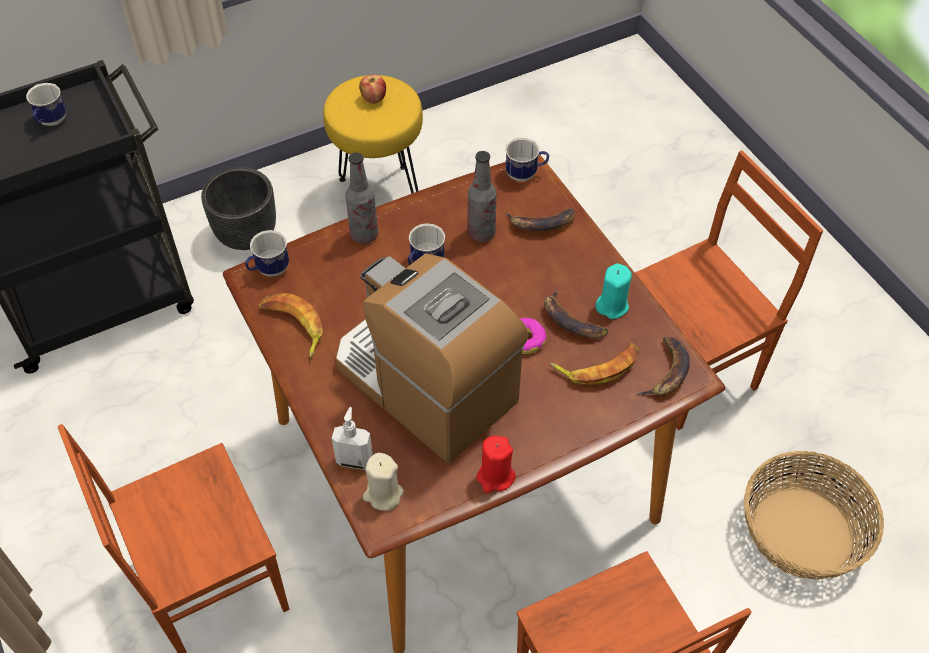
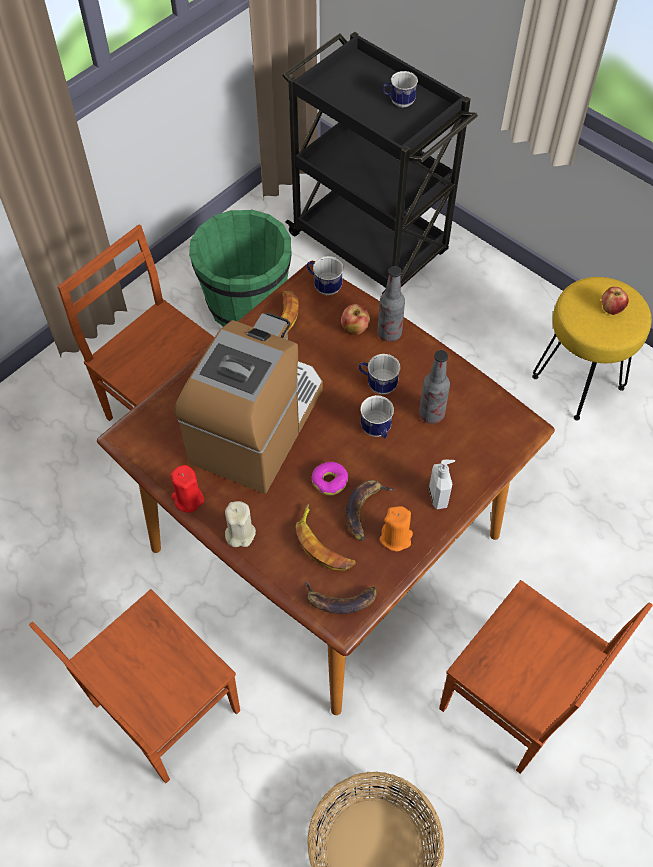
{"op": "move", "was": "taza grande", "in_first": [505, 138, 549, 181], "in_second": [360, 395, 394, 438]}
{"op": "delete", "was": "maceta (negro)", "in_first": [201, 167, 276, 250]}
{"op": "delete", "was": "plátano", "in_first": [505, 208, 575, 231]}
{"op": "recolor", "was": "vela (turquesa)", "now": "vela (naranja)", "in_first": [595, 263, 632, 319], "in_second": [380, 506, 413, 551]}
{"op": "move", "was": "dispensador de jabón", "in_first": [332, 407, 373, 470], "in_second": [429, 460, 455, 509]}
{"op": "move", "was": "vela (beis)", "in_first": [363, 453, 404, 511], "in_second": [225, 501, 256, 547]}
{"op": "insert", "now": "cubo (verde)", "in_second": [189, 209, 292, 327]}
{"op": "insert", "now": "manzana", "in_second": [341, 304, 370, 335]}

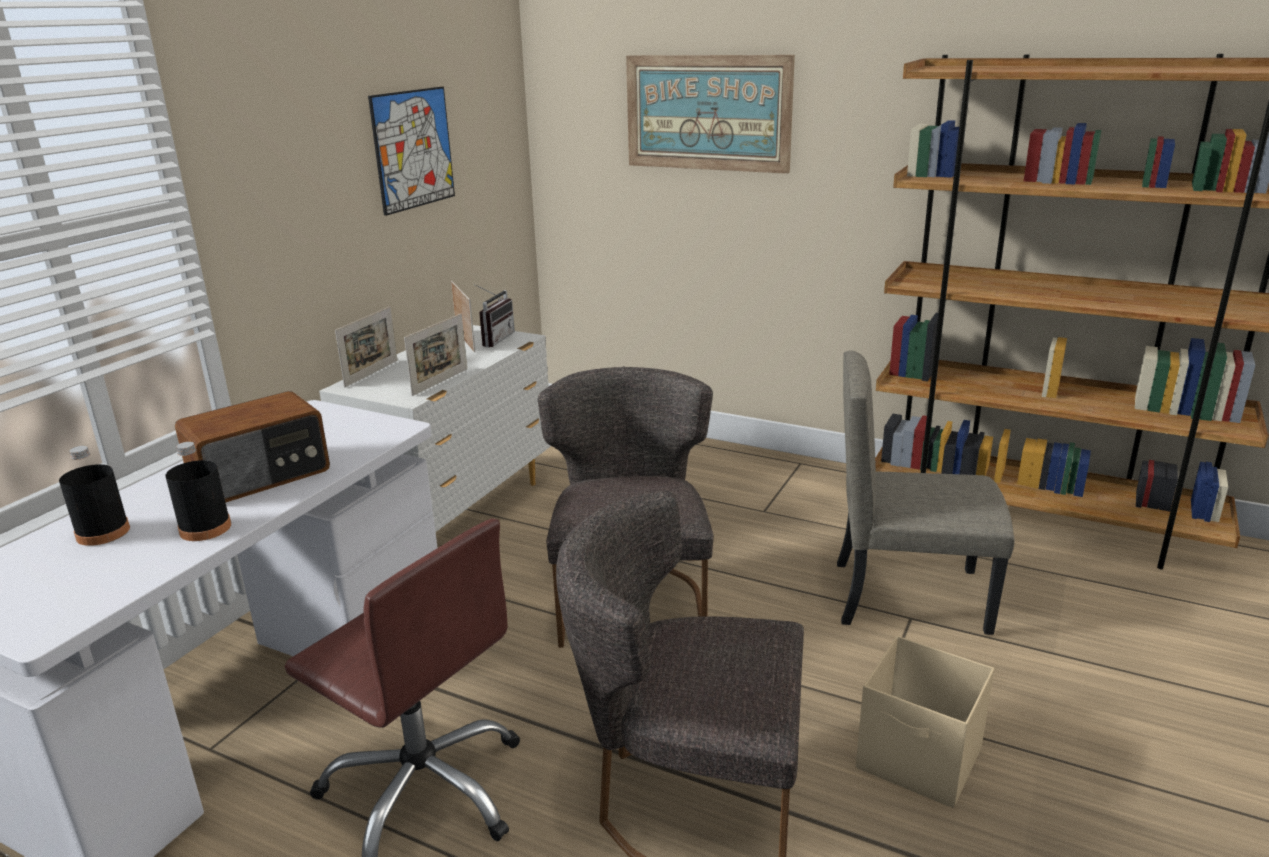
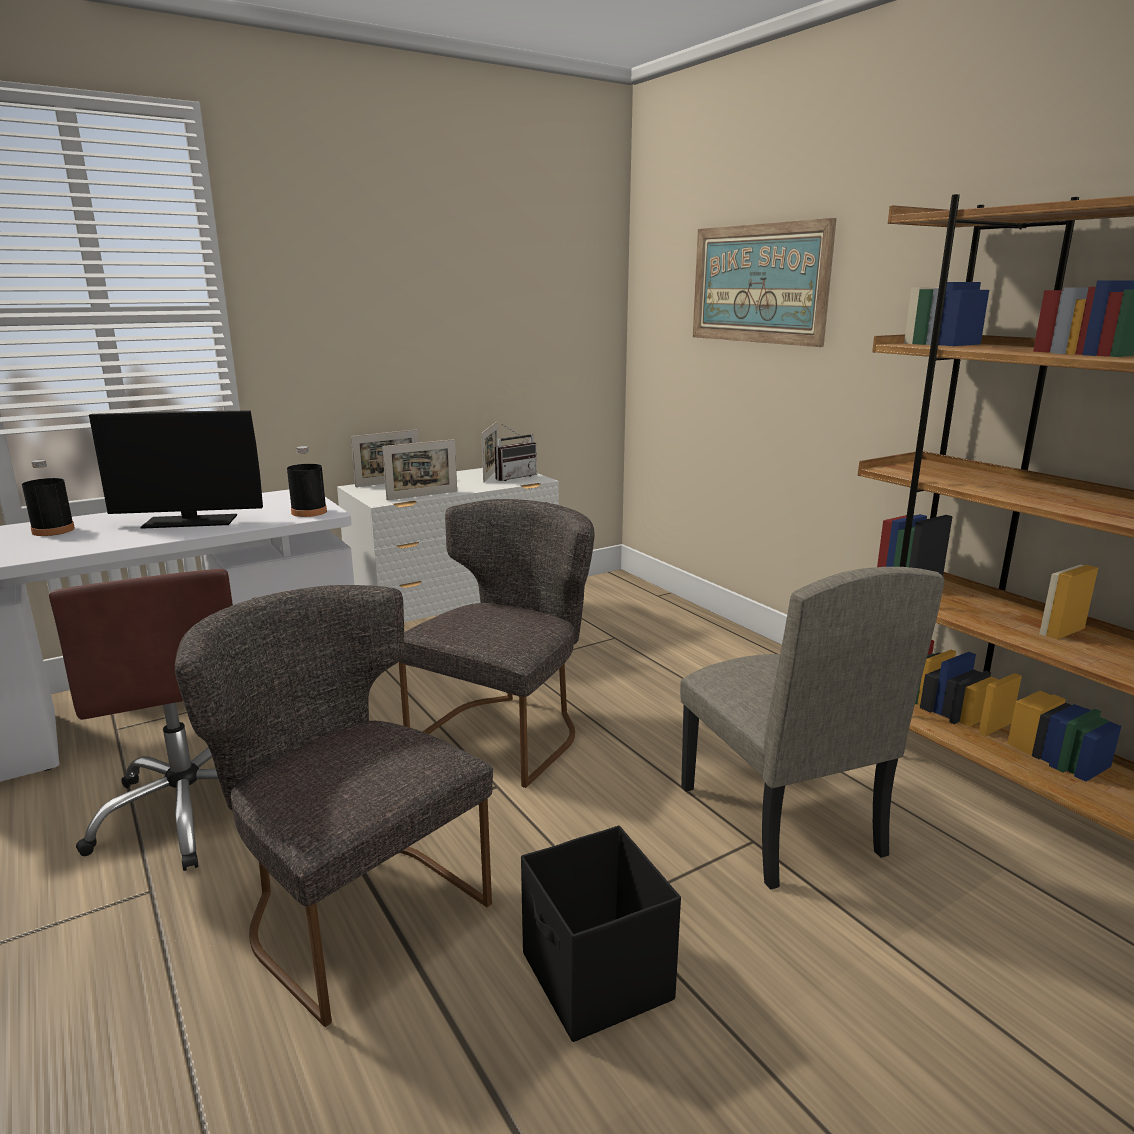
{"op": "delete", "was": "cuadro", "in_first": [368, 87, 455, 216]}
{"op": "rotate", "was": "silla (beis)", "in_first": [837, 350, 1015, 635], "in_second": [680, 567, 945, 890], "clockwise": -150}
{"op": "replace", "was": "radio", "now": "monitor", "in_first": [175, 391, 330, 502], "in_second": [89, 411, 263, 529]}
{"op": "move", "was": "botella (negro)", "in_first": [166, 442, 231, 541], "in_second": [287, 446, 327, 517]}
{"op": "recolor", "was": "caja de almacenaje (beis)", "now": "caja de almacenaje (negro)", "in_first": [856, 636, 995, 808], "in_second": [521, 825, 681, 1042]}

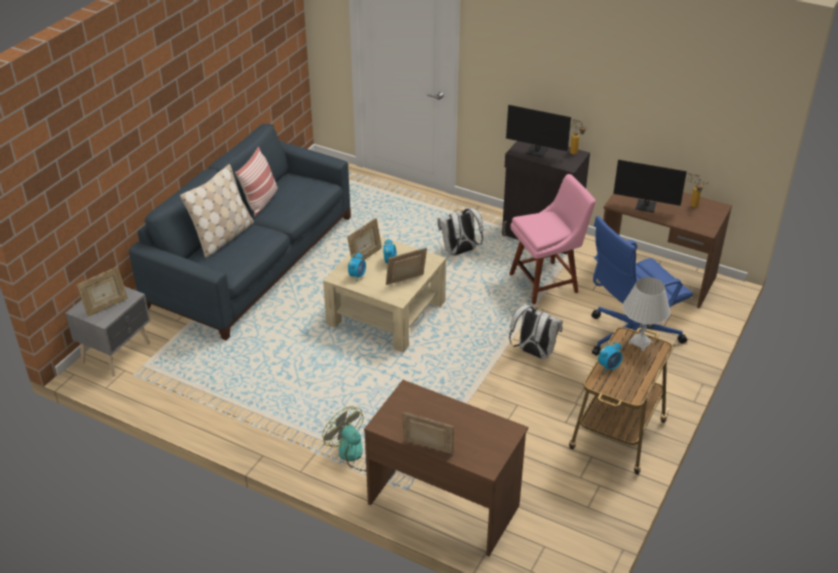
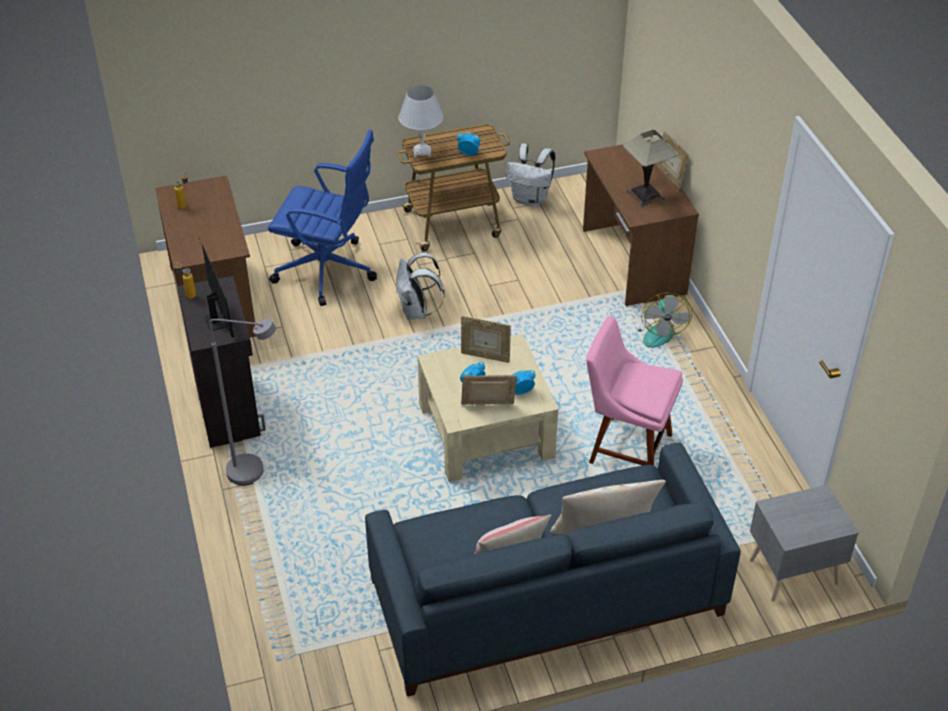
{"op": "delete", "was": "monitor", "in_first": [613, 160, 708, 213]}
{"op": "move", "was": "silla (rosa)", "in_first": [509, 174, 596, 304], "in_second": [586, 316, 683, 465]}
{"op": "move", "was": "mochila (blanco)", "in_first": [438, 208, 483, 256], "in_second": [506, 143, 555, 207]}
{"op": "delete", "was": "portarretratos", "in_first": [77, 267, 128, 317]}
{"op": "insert", "now": "lámpara de mesa", "in_second": [623, 130, 678, 207]}
{"op": "insert", "now": "lámpara de pie (gris)", "in_second": [209, 319, 276, 485]}

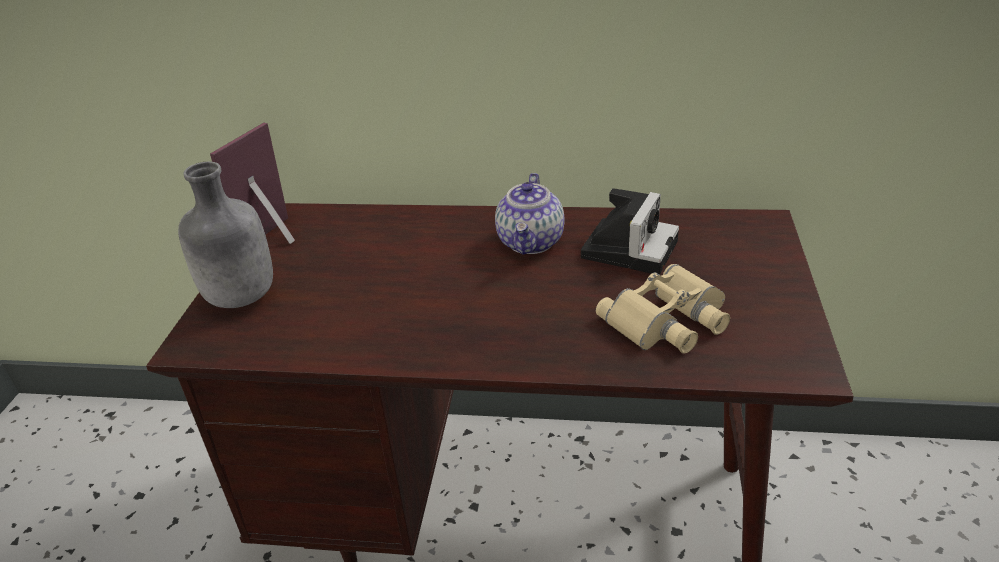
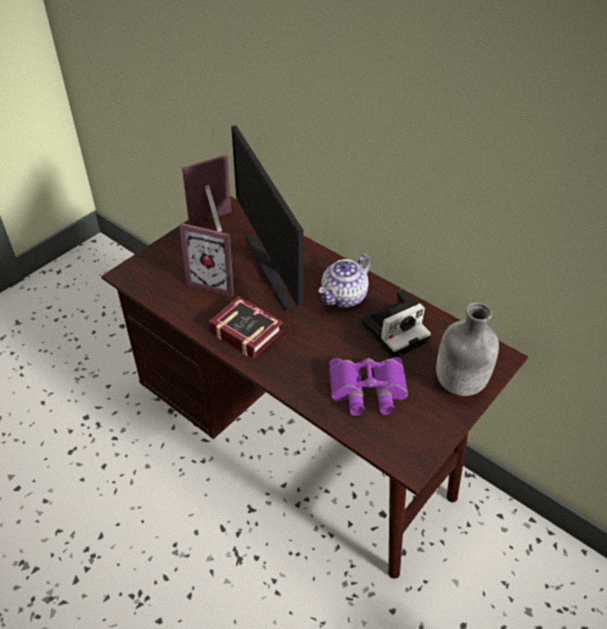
{"op": "move", "was": "botella (gris)", "in_first": [178, 161, 273, 308], "in_second": [436, 303, 499, 396]}
{"op": "recolor", "was": "prismáticos (beis)", "now": "prismáticos (morado)", "in_first": [596, 264, 730, 354], "in_second": [329, 357, 408, 415]}
{"op": "insert", "now": "monitor", "in_second": [231, 125, 303, 311]}
{"op": "insert", "now": "portarretratos", "in_second": [179, 223, 234, 297]}
{"op": "insert", "now": "libro", "in_second": [209, 296, 283, 359]}

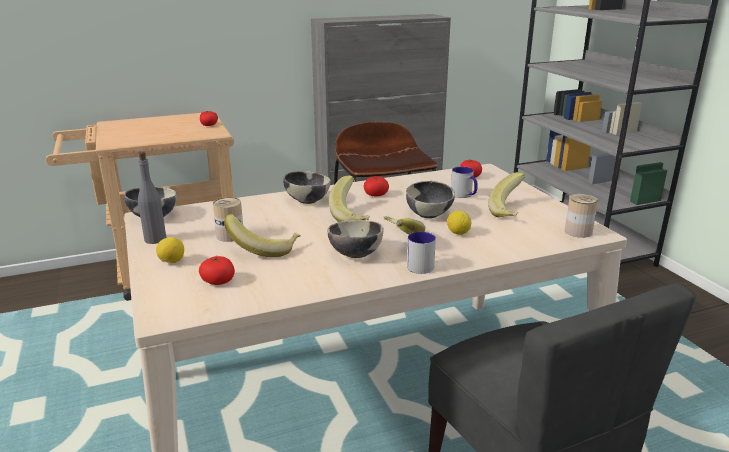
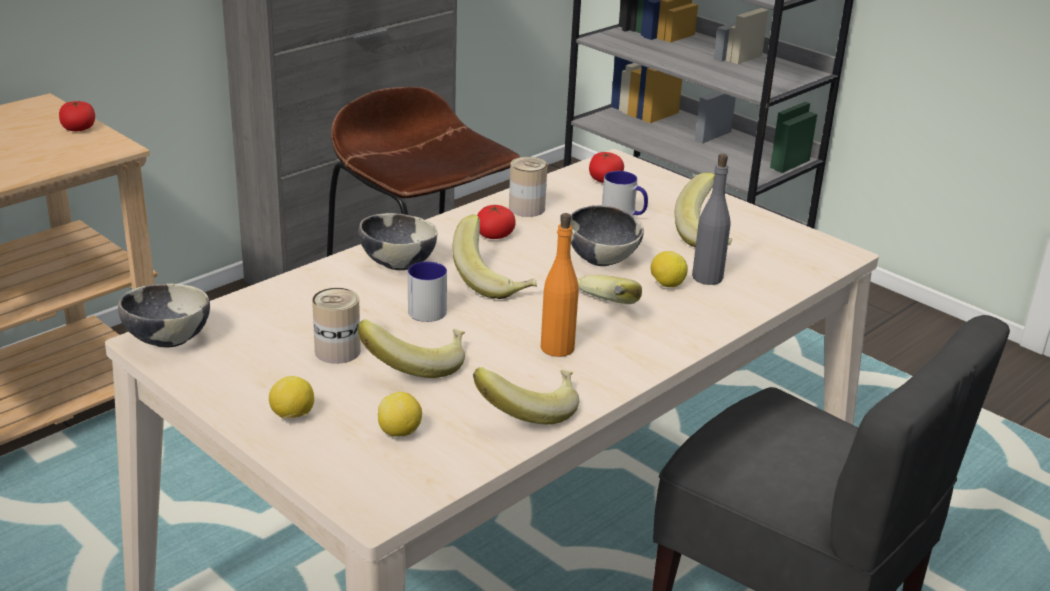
{"op": "move", "was": "botella (gris)", "in_first": [138, 151, 166, 244], "in_second": [692, 154, 730, 285]}
{"op": "move", "was": "lata", "in_first": [565, 194, 598, 238], "in_second": [509, 157, 548, 217]}
{"op": "replace", "was": "cuenco", "now": "botella (naranja)", "in_first": [327, 220, 383, 258], "in_second": [541, 213, 579, 357]}
{"op": "move", "was": "taza grande", "in_first": [407, 232, 436, 274], "in_second": [408, 262, 447, 322]}
{"op": "replace", "was": "tomate", "now": "limón", "in_first": [199, 256, 235, 285], "in_second": [378, 392, 422, 437]}
{"op": "insert", "now": "plátano", "in_second": [473, 367, 579, 425]}

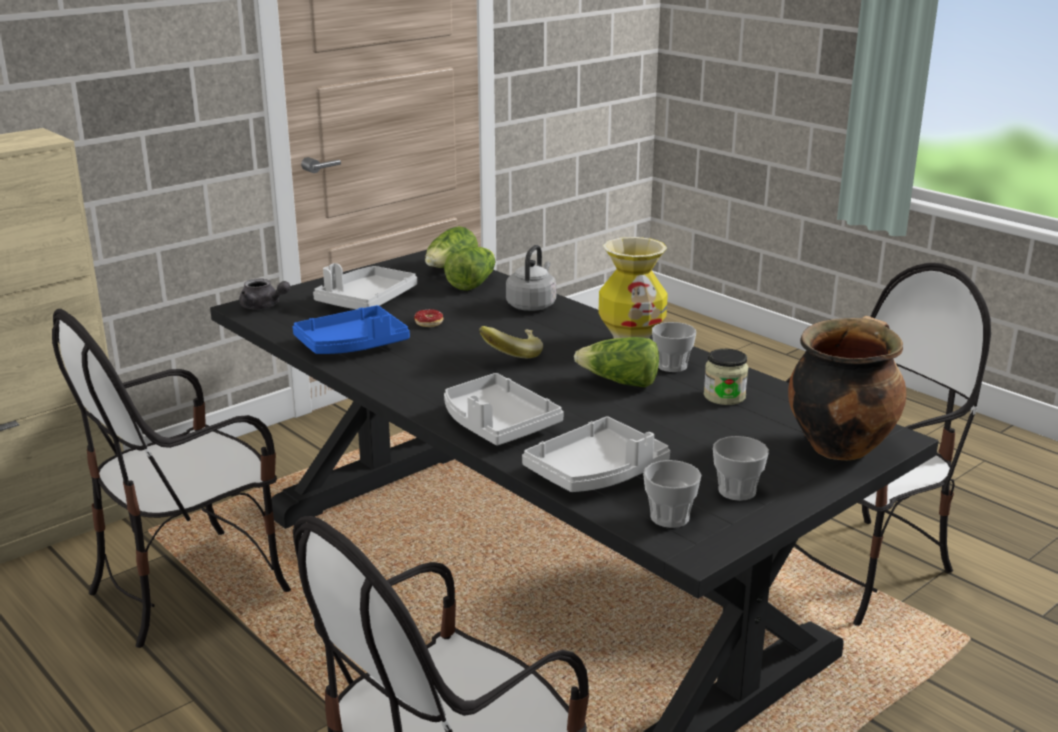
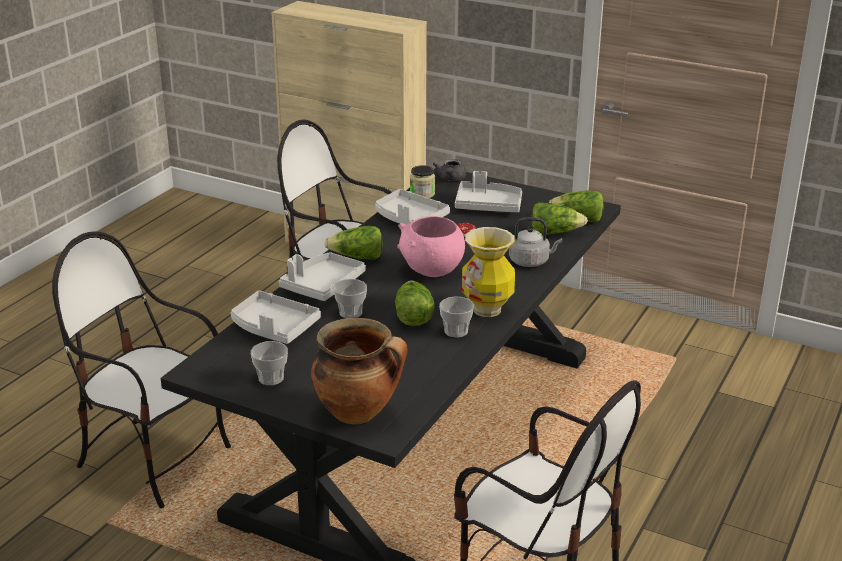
{"op": "recolor", "was": "bandeja (azul)", "now": "bandeja (gris)", "in_first": [293, 305, 410, 354], "in_second": [375, 189, 450, 225]}
{"op": "replace", "was": "plátano", "now": "cuenco (rosa)", "in_first": [479, 326, 543, 358], "in_second": [397, 216, 465, 277]}
{"op": "move", "was": "tarro", "in_first": [704, 349, 748, 405], "in_second": [410, 165, 435, 198]}
{"op": "move", "was": "taza", "in_first": [643, 460, 701, 528], "in_second": [333, 279, 367, 318]}
{"op": "insert", "now": "lechuga", "in_second": [324, 226, 383, 260]}

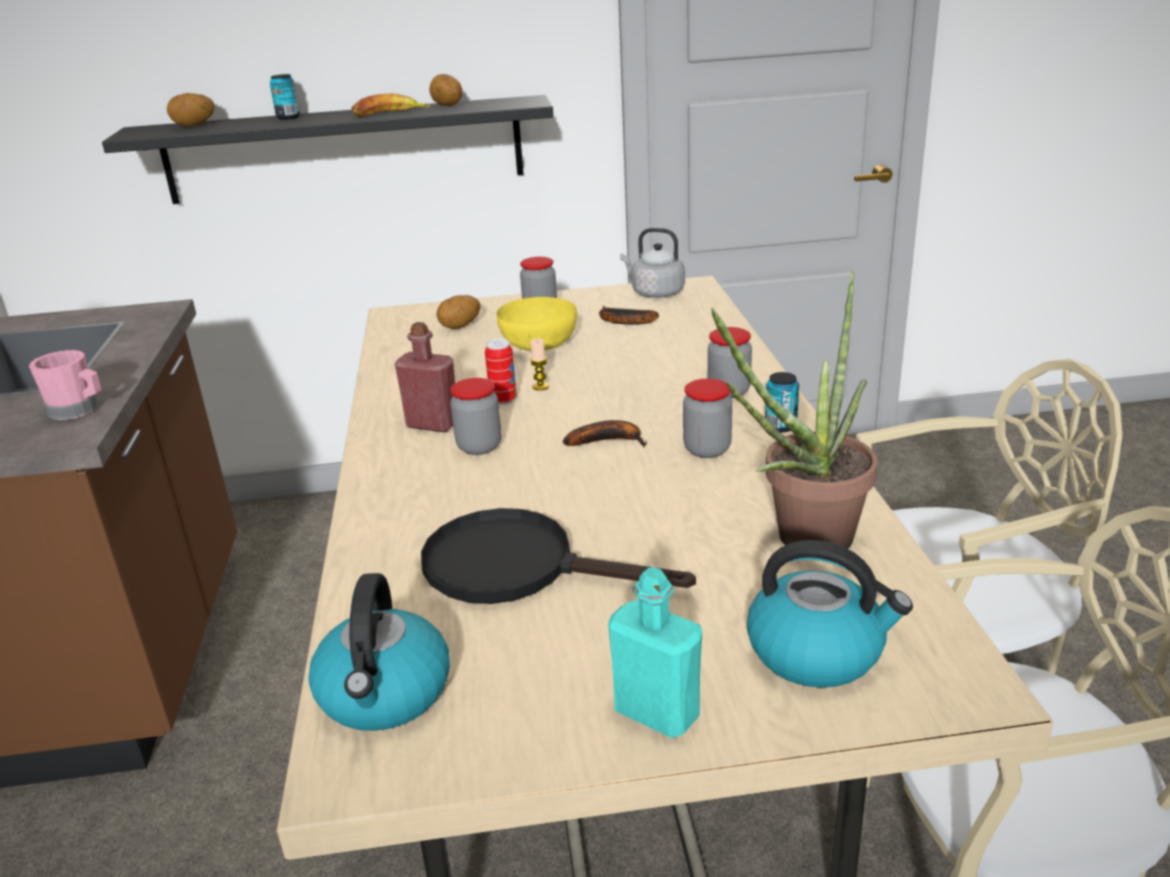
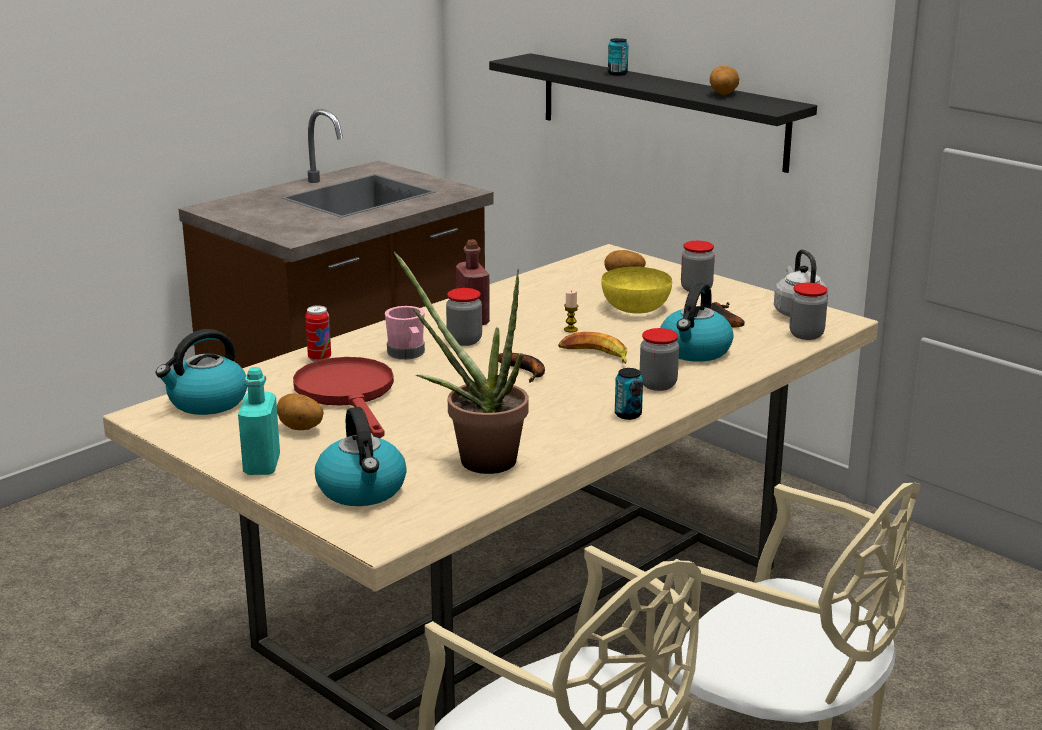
{"op": "move", "was": "patata", "in_first": [167, 93, 215, 126], "in_second": [277, 393, 324, 430]}
{"op": "move", "was": "plátano", "in_first": [351, 94, 431, 117], "in_second": [558, 332, 627, 364]}
{"op": "move", "was": "lata", "in_first": [485, 339, 517, 405], "in_second": [305, 305, 331, 362]}
{"op": "move", "was": "taza grande (rosa)", "in_first": [29, 350, 102, 420], "in_second": [385, 306, 425, 360]}
{"op": "move", "was": "tarro", "in_first": [683, 378, 732, 458], "in_second": [789, 283, 828, 340]}
{"op": "recolor", "was": "sartén (negro)", "now": "sartén (rojo)", "in_first": [421, 508, 696, 604], "in_second": [293, 357, 394, 438]}
{"op": "insert", "now": "hervidor", "in_second": [660, 283, 734, 362]}

